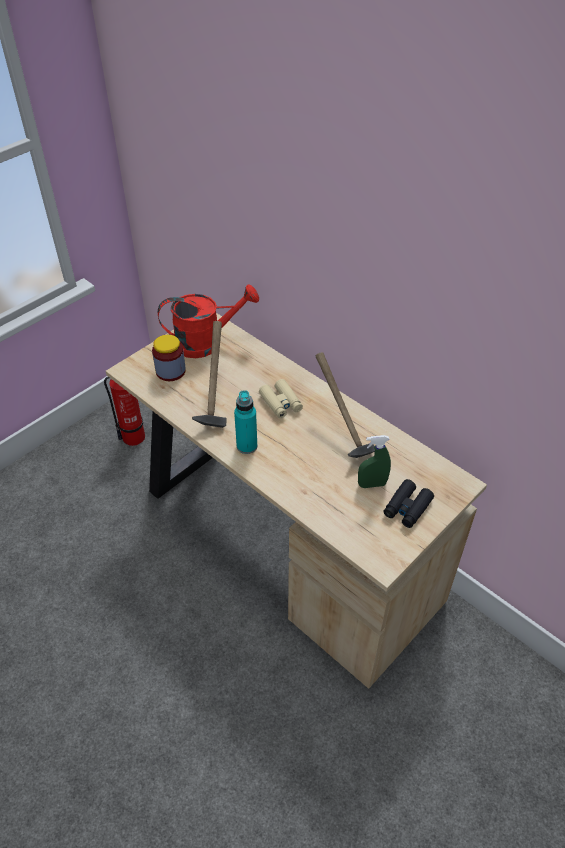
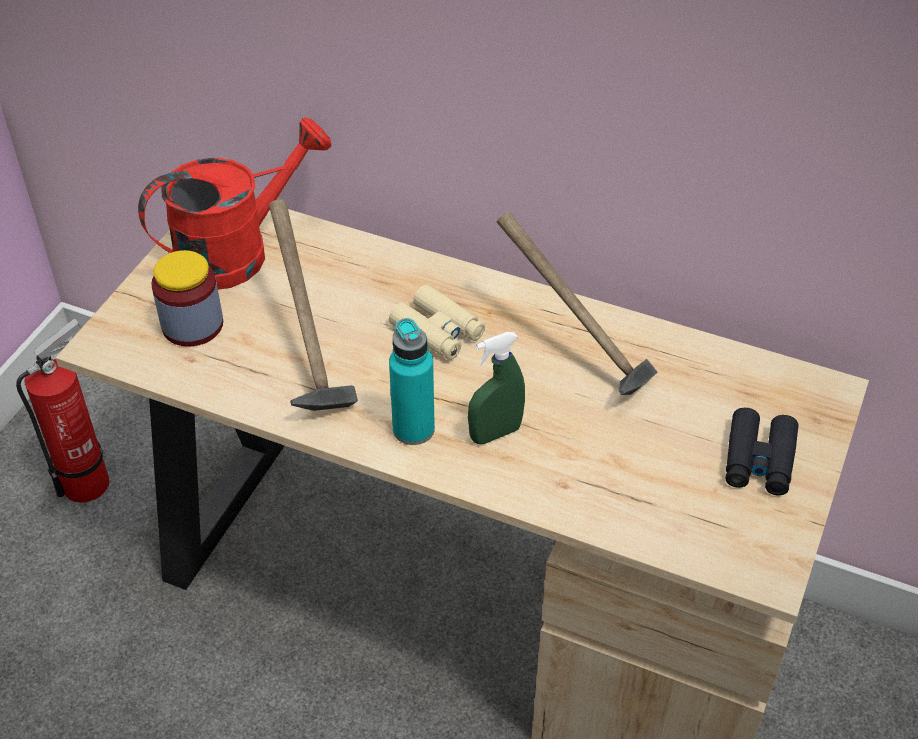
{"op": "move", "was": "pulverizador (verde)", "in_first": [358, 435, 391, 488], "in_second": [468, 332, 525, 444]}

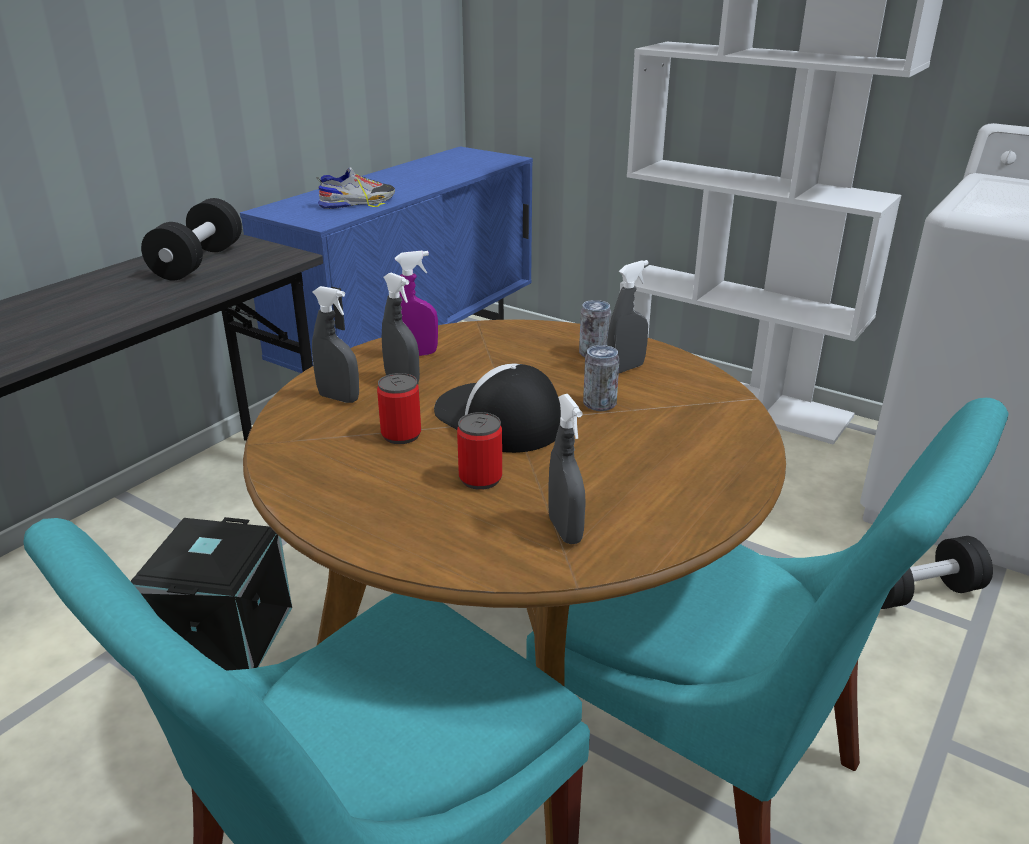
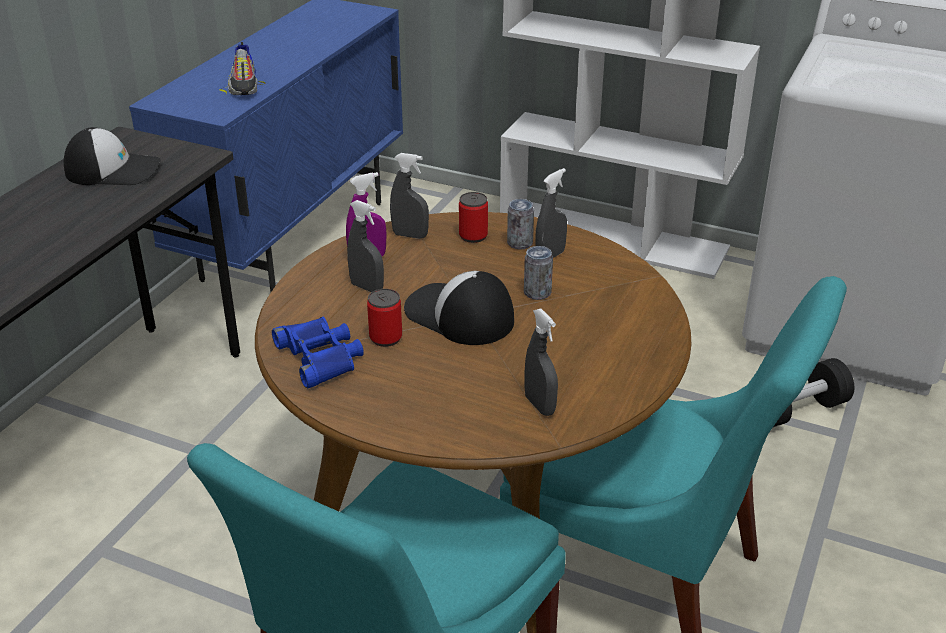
{"op": "rotate", "was": "zapato", "in_first": [317, 167, 395, 209], "in_second": [220, 42, 265, 95], "clockwise": 120}
{"op": "replace", "was": "mancuerna (negro)", "now": "gorra", "in_first": [141, 198, 242, 281], "in_second": [64, 127, 161, 185]}
{"op": "move", "was": "pulverizador (gris)", "in_first": [312, 286, 359, 403], "in_second": [390, 153, 429, 239]}
{"op": "move", "was": "lata", "in_first": [457, 412, 502, 490], "in_second": [459, 192, 488, 243]}
{"op": "delete", "was": "caja de almacenaje (negro)", "in_first": [131, 517, 292, 670]}
{"op": "insert", "now": "prismáticos (azul)", "in_second": [272, 317, 364, 389]}

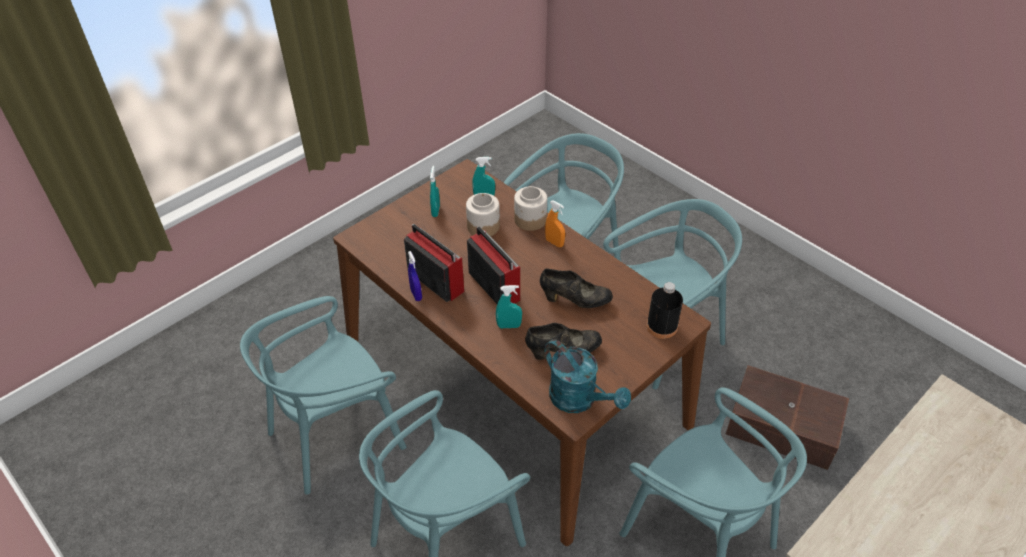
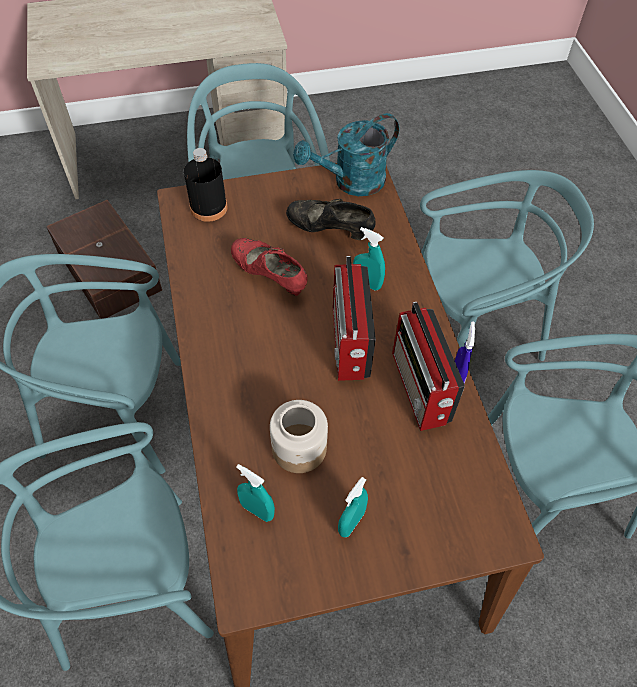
{"op": "delete", "was": "tarro", "in_first": [514, 186, 547, 231]}
{"op": "delete", "was": "pulverizador (naranja)", "in_first": [545, 201, 565, 247]}
{"op": "recolor", "was": "zapato (negro)", "now": "zapato (rojo)", "in_first": [540, 269, 613, 308], "in_second": [231, 238, 308, 296]}
{"op": "rotate", "was": "regadera (turquesa)", "in_first": [544, 339, 631, 413], "in_second": [293, 113, 400, 196], "clockwise": -105}

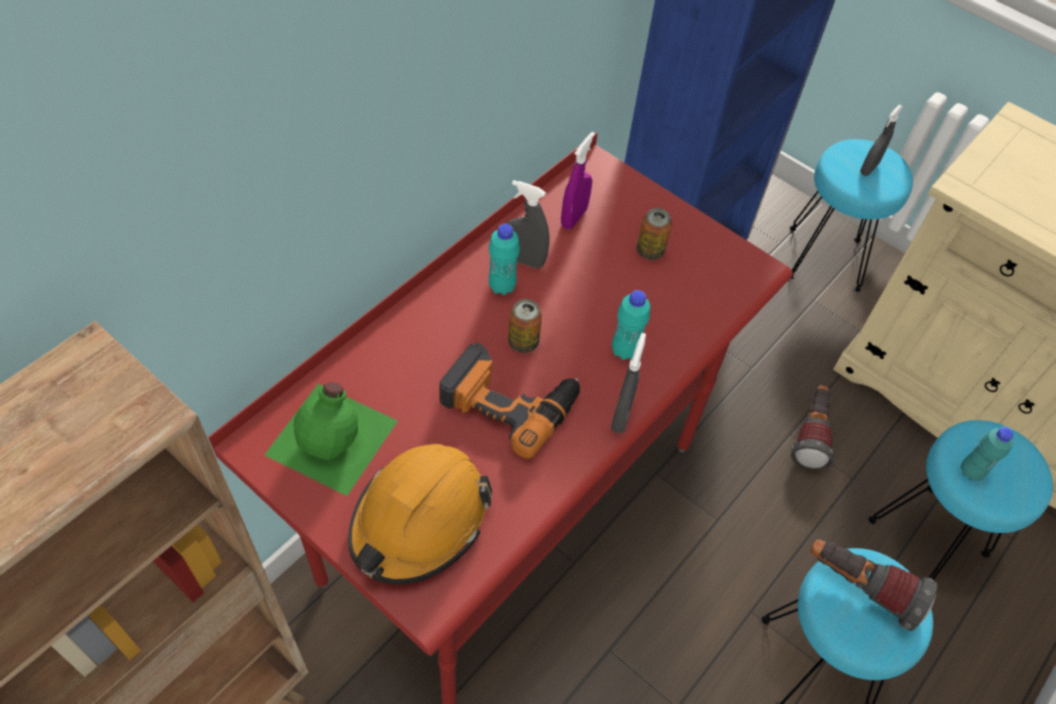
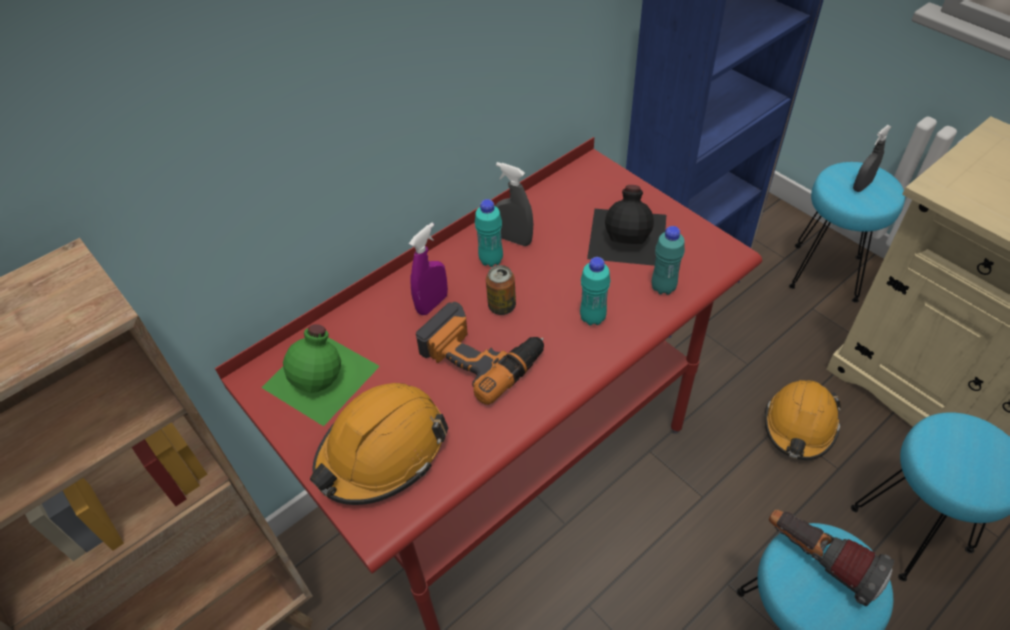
{"op": "move", "was": "pulverizador (morado)", "in_first": [561, 132, 595, 229], "in_second": [409, 223, 448, 315]}
{"op": "replace", "was": "lata", "now": "botella (negro)", "in_first": [637, 208, 672, 260], "in_second": [587, 185, 666, 266]}
{"op": "delete", "was": "pulverizador (gris)", "in_first": [611, 333, 646, 433]}
{"op": "replace", "was": "linterna", "now": "casco (naranja)", "in_first": [790, 385, 834, 470], "in_second": [764, 380, 841, 460]}
{"op": "move", "was": "botella (turquesa)", "in_first": [960, 427, 1014, 481], "in_second": [652, 226, 685, 295]}

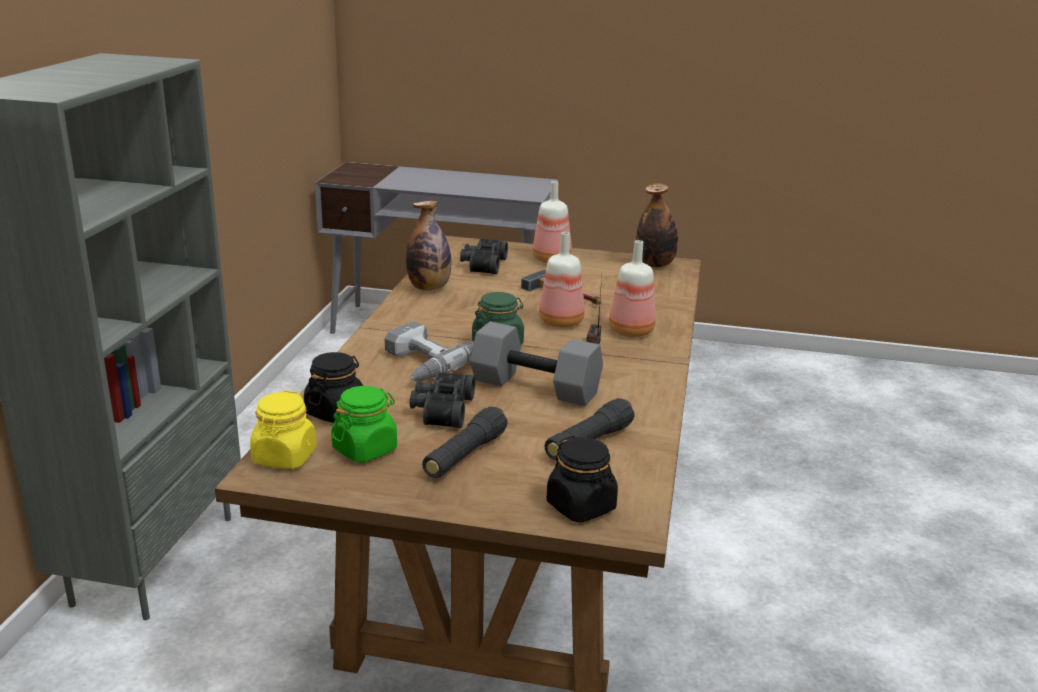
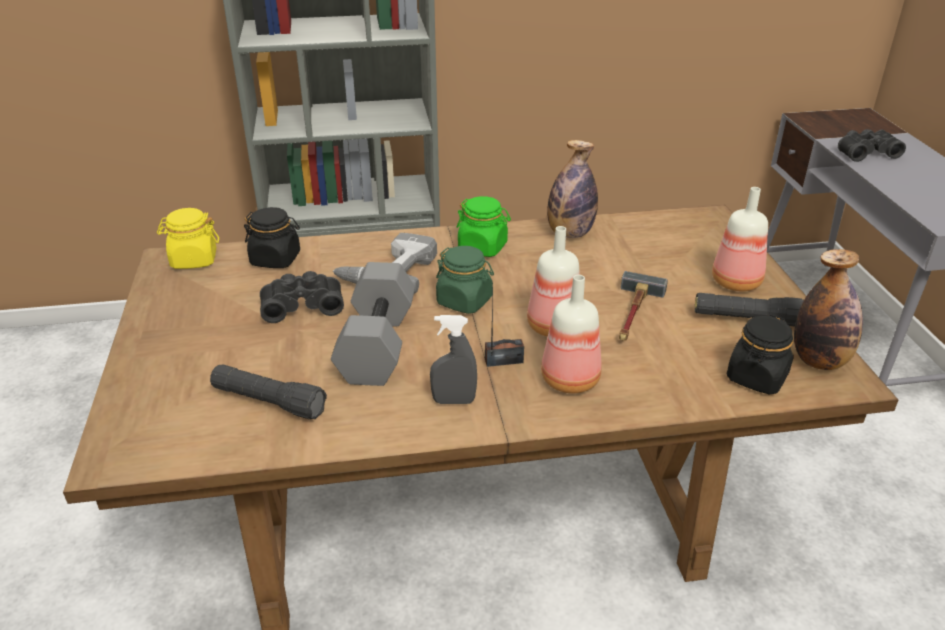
{"op": "move", "was": "prismáticos (negro)", "in_first": [460, 238, 508, 274], "in_second": [838, 129, 906, 162]}
{"op": "move", "was": "tarro (verde)", "in_first": [331, 386, 397, 462], "in_second": [457, 196, 511, 257]}
{"op": "move", "was": "linterna (negro)", "in_first": [422, 407, 508, 478], "in_second": [695, 293, 804, 326]}
{"op": "move", "was": "tarro (negro)", "in_first": [546, 436, 618, 523], "in_second": [727, 314, 794, 394]}
{"op": "insert", "now": "pulverizador (gris)", "in_second": [430, 315, 477, 404]}

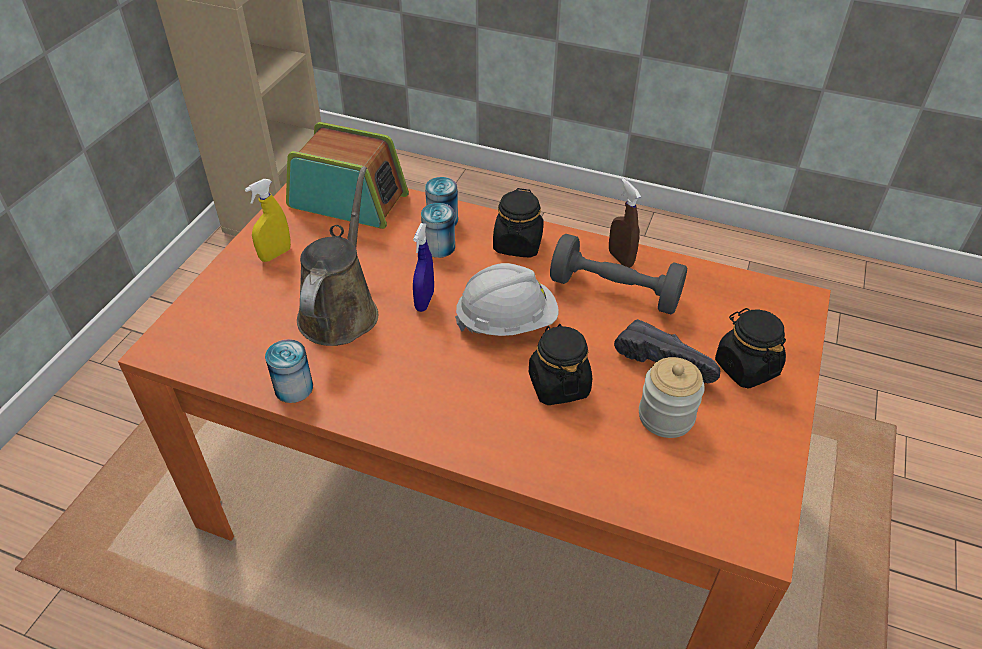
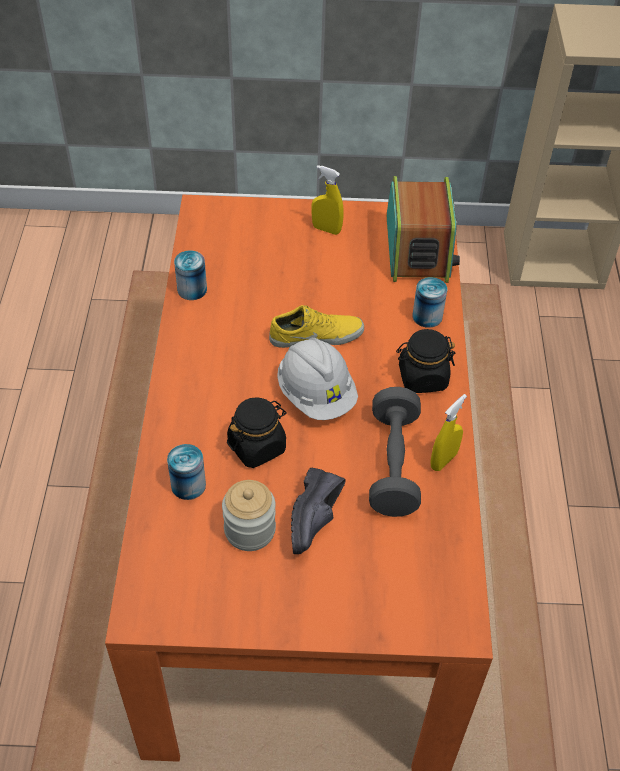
{"op": "delete", "was": "regadera (marrón)", "in_first": [297, 166, 378, 346]}
{"op": "recolor", "was": "pulverizador (marrón)", "now": "pulverizador (amarillo)", "in_first": [609, 178, 641, 268], "in_second": [430, 394, 467, 471]}
{"op": "move", "was": "lata", "in_first": [421, 203, 455, 258], "in_second": [167, 444, 206, 500]}
{"op": "replace", "was": "pulverizador (azul)", "now": "zapato (amarillo)", "in_first": [413, 223, 434, 312], "in_second": [269, 305, 364, 348]}
{"op": "delete", "was": "tarro (negro)", "in_first": [715, 308, 786, 388]}

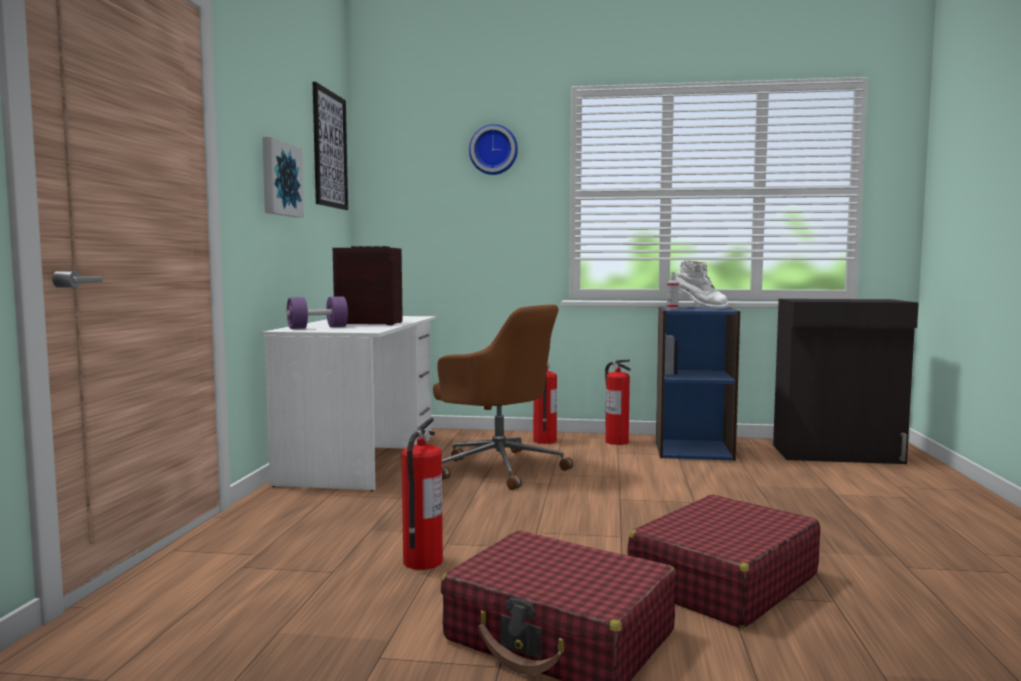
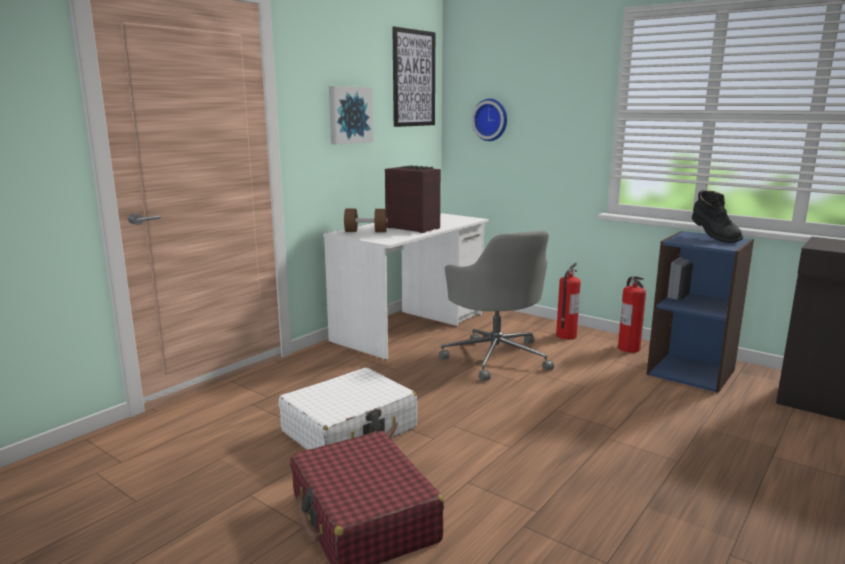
{"op": "move", "was": "reloj de pared", "in_first": [469, 124, 518, 175], "in_second": [472, 99, 507, 141]}
{"op": "recolor", "was": "bota (blanco)", "now": "bota (negro)", "in_first": [675, 260, 728, 309], "in_second": [692, 190, 743, 243]}
{"op": "delete", "was": "pulverizador", "in_first": [667, 272, 679, 309]}
{"op": "recolor", "was": "mancuerna (morado)", "now": "mancuerna (marrón)", "in_first": [287, 296, 348, 329], "in_second": [344, 209, 388, 232]}
{"op": "recolor", "was": "silla de oficina (marrón)", "now": "silla de oficina (gris)", "in_first": [433, 305, 573, 490], "in_second": [439, 231, 554, 381]}
{"op": "replace", "was": "extintor", "now": "maleta (blanco)", "in_first": [402, 418, 443, 570], "in_second": [279, 368, 417, 450]}
{"op": "delete", "was": "maleta (rojo)", "in_first": [628, 494, 820, 628]}

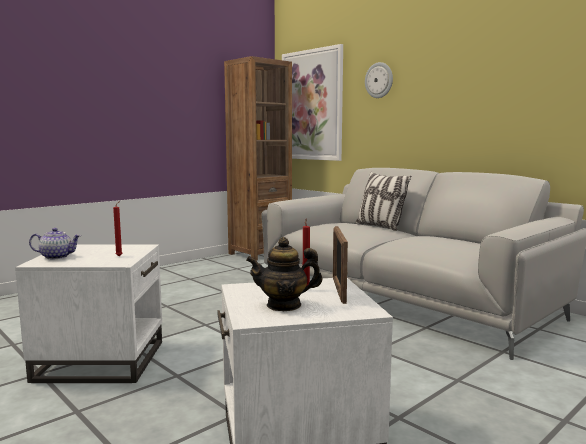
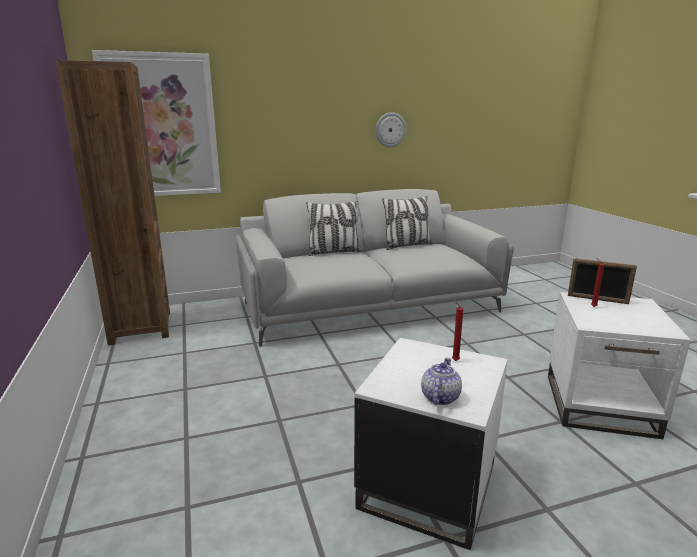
{"op": "move", "was": "reloj de pared", "in_first": [365, 62, 393, 98], "in_second": [375, 112, 406, 147]}
{"op": "delete", "was": "tetera", "in_first": [246, 237, 322, 311]}
{"op": "insert", "now": "cojín", "in_second": [382, 196, 433, 250]}

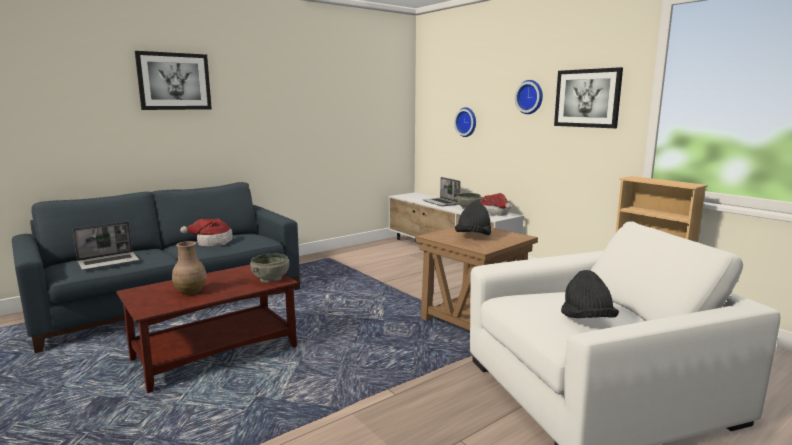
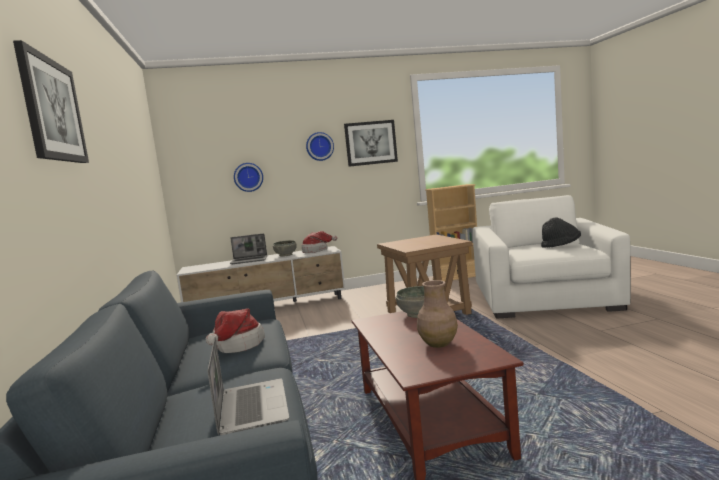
{"op": "delete", "was": "sombrero (negro)", "in_first": [455, 201, 491, 235]}

